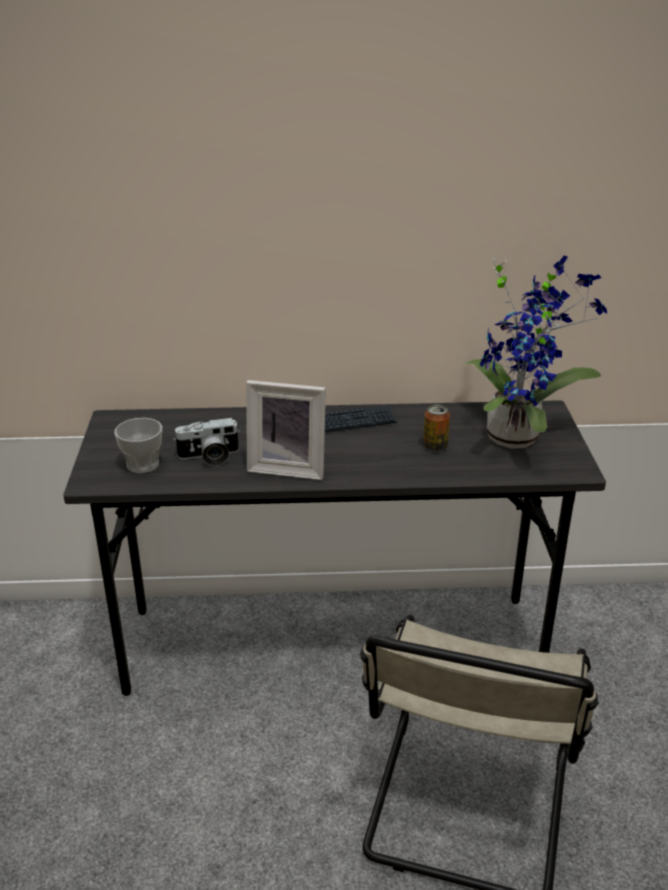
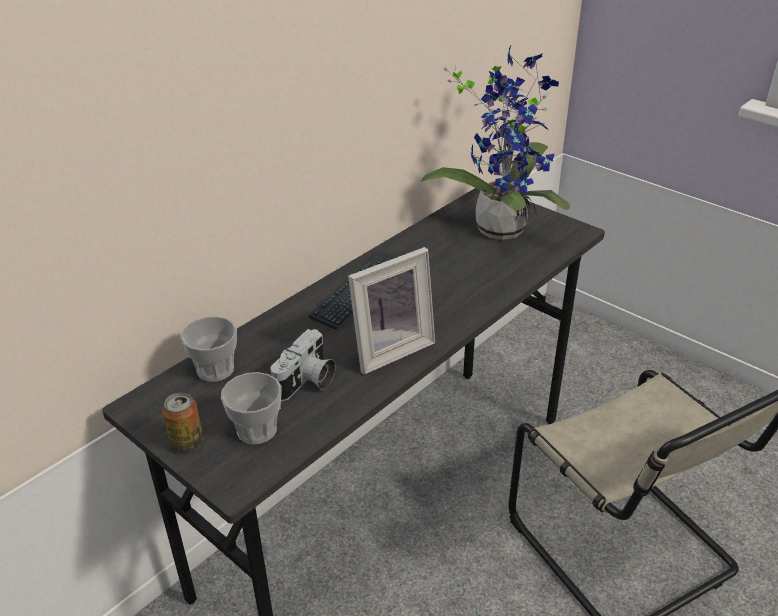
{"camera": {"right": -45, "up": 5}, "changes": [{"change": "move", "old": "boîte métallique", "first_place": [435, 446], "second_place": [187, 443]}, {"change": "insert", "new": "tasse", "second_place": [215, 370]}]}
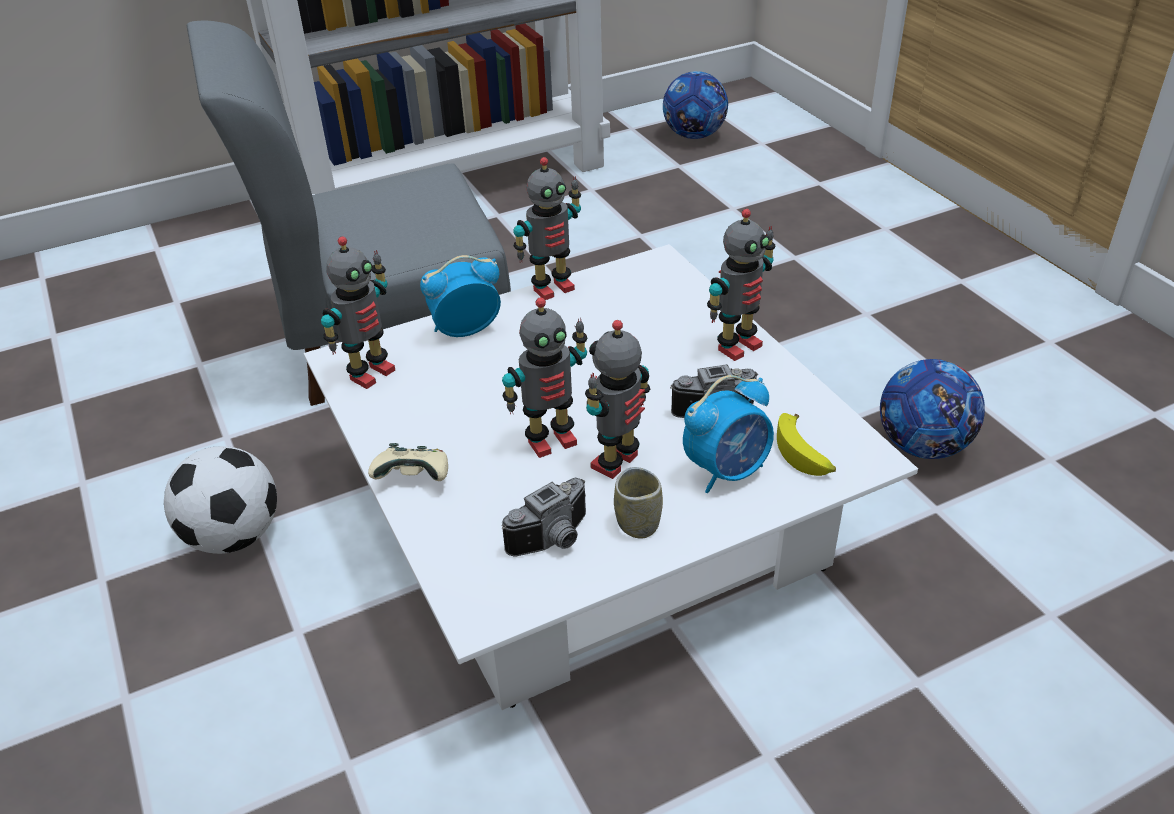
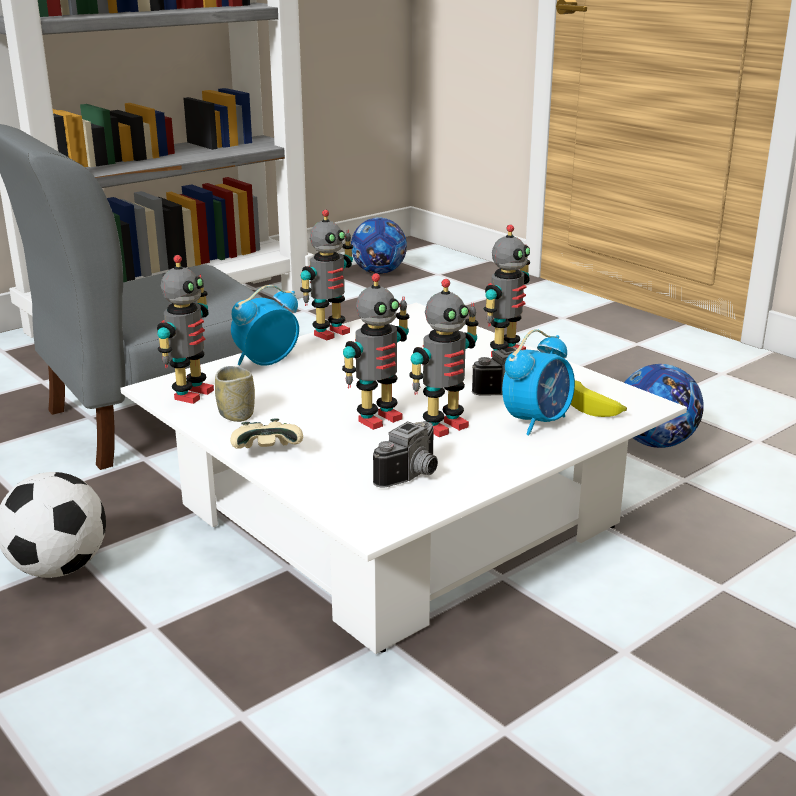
{"camera": {"right": -15, "up": -15}, "changes": [{"change": "move", "old": "tasse", "first_place": [638, 524], "second_place": [236, 415]}, {"change": "rotate", "old": "robot jouet", "first_place": [618, 463], "second_place": [443, 426], "degrees": -150}]}
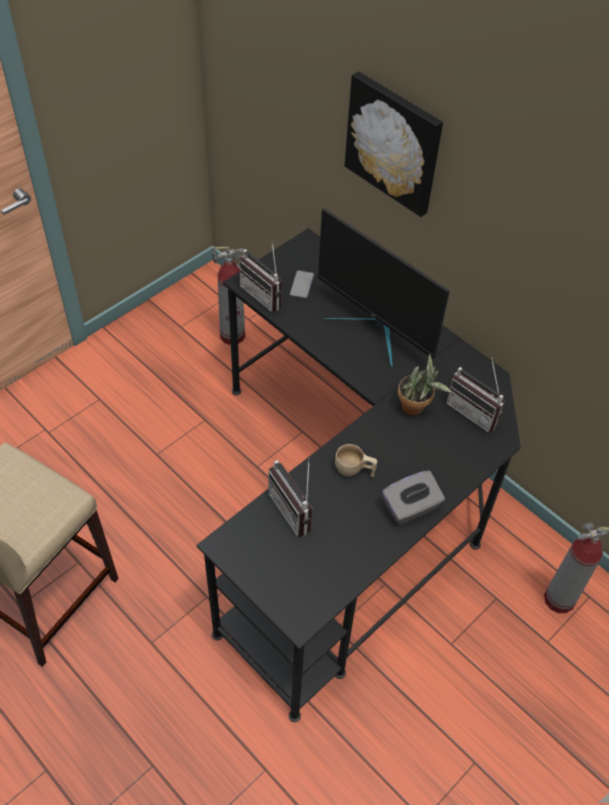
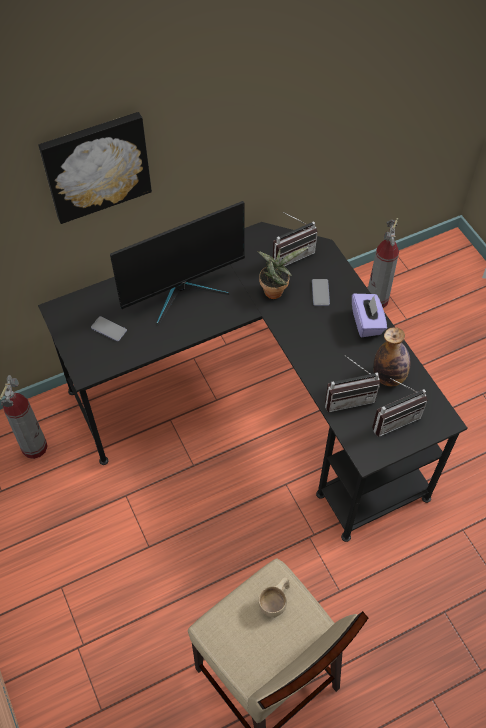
{"camera": {"right": -70, "up": 5}, "changes": [{"change": "move", "old": "tasse (beige)", "first_place": [354, 470], "second_place": [276, 601]}, {"change": "insert", "new": "téléphone", "second_place": [320, 293]}, {"change": "recolor", "old": "boîte à mouchoirs (gris)", "new": "boîte à mouchoirs (violet)", "first_place": [411, 508], "second_place": [367, 322]}, {"change": "move", "old": "radio", "first_place": [265, 294], "second_place": [393, 418]}, {"change": "insert", "new": "bouteille", "second_place": [389, 377]}]}
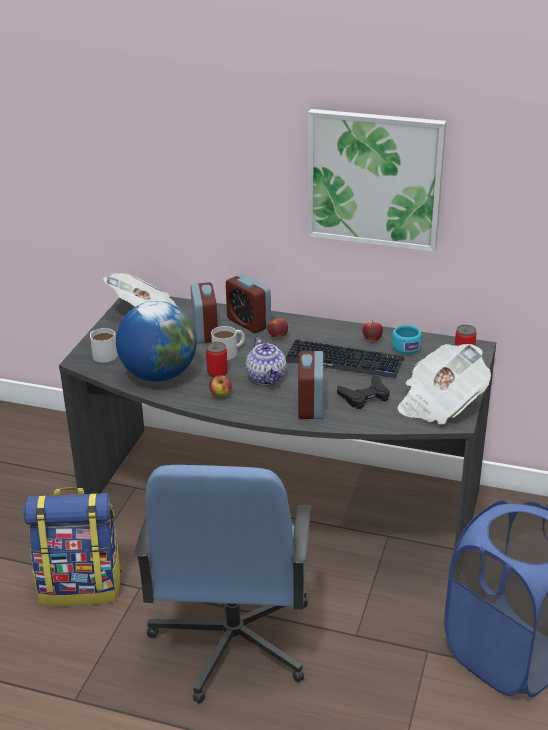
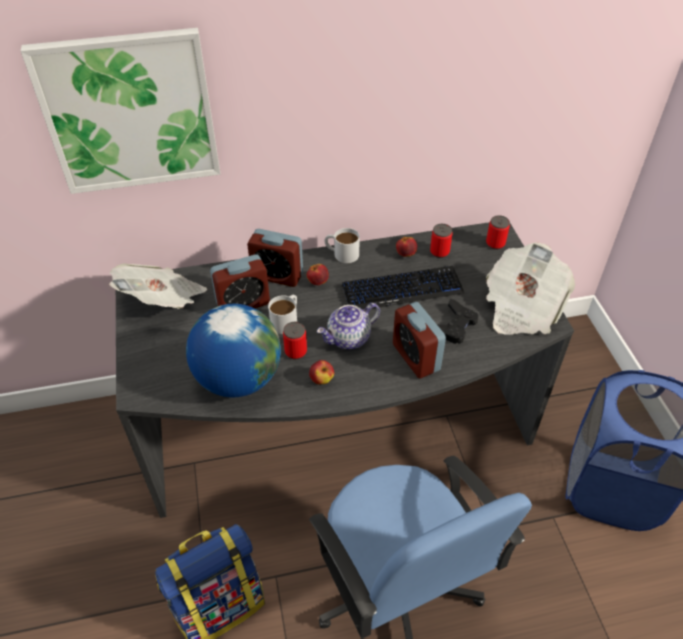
{"camera": {"right": -30, "up": 15}, "changes": [{"change": "move", "old": "tableau", "first_place": [374, 179], "second_place": [130, 112]}, {"change": "rotate", "old": "réveil", "first_place": [205, 332], "second_place": [243, 303], "degrees": 105}, {"change": "rotate", "old": "théière", "first_place": [267, 378], "second_place": [348, 339], "degrees": 105}, {"change": "move", "old": "mug (blanc)", "first_place": [102, 353], "second_place": [341, 253]}, {"change": "replace", "old": "tasse (turquoise)", "new": "boîte métallique", "first_place": [404, 346], "second_place": [439, 252]}]}
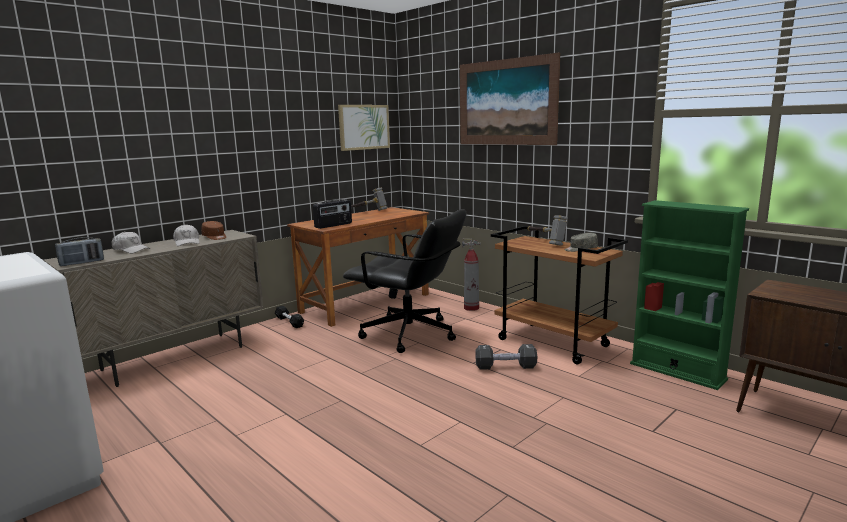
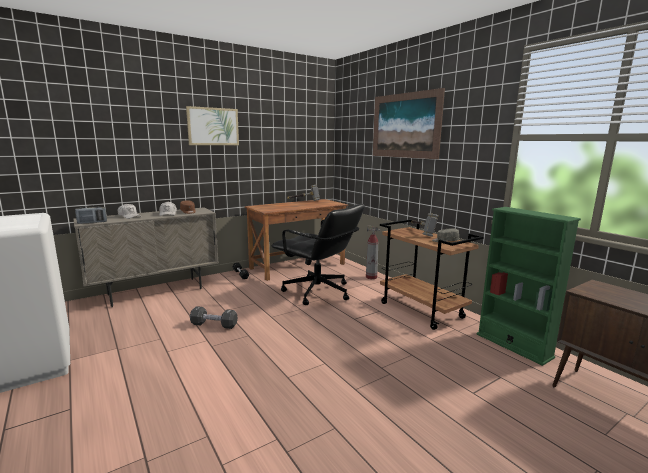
{"camera": {"right": 10, "up": 0}, "changes": [{"change": "move", "old": "tableau", "first_place": [364, 127], "second_place": [213, 126]}, {"change": "move", "old": "haltère (noir)", "first_place": [505, 367], "second_place": [214, 325]}, {"change": "delete", "old": "radio", "first_place": [333, 225]}]}
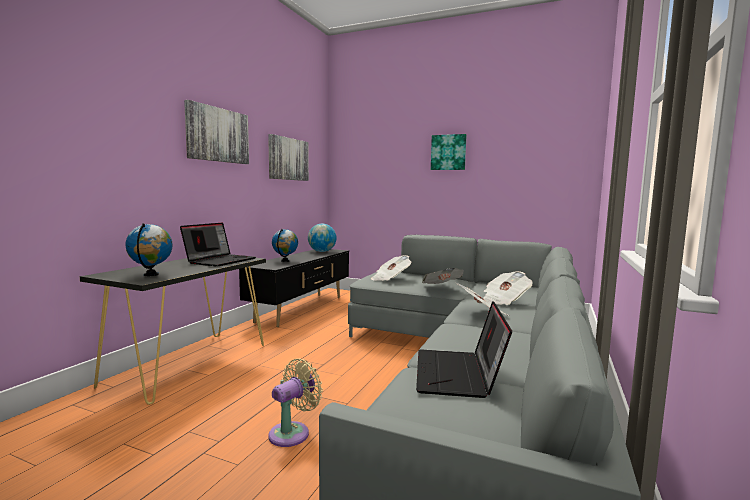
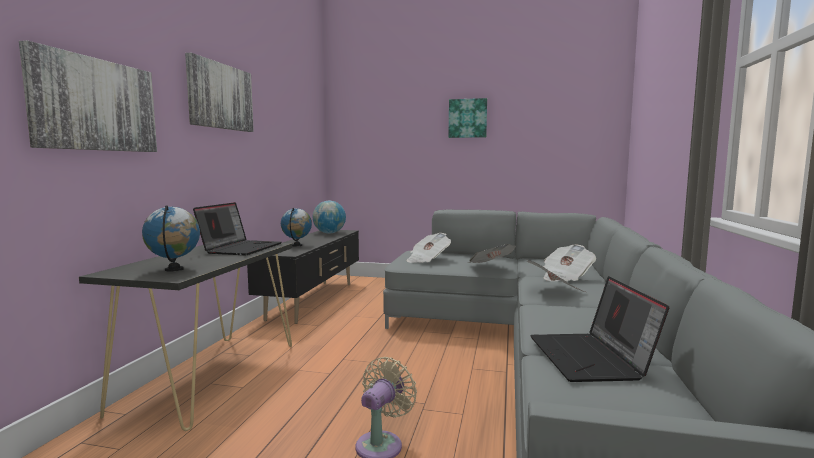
{"camera": {"right": -10, "up": 0}, "changes": [{"change": "move", "old": "tableau", "first_place": [288, 159], "second_place": [95, 105]}]}
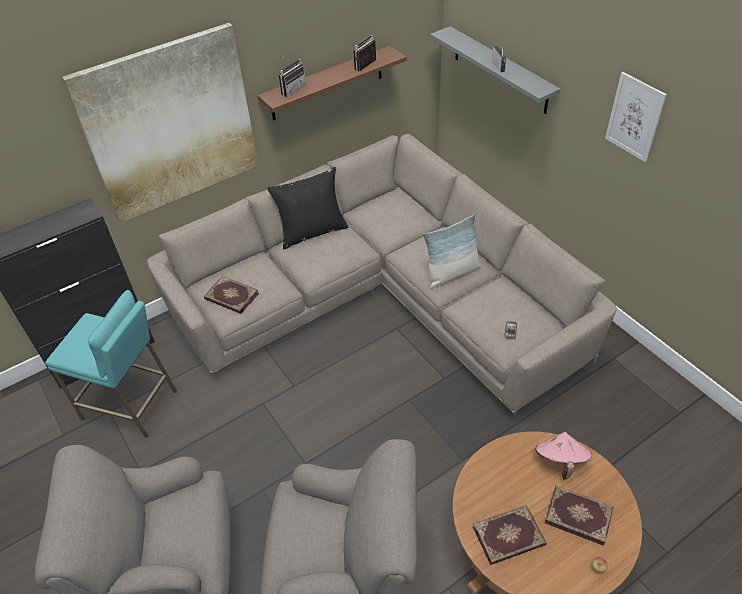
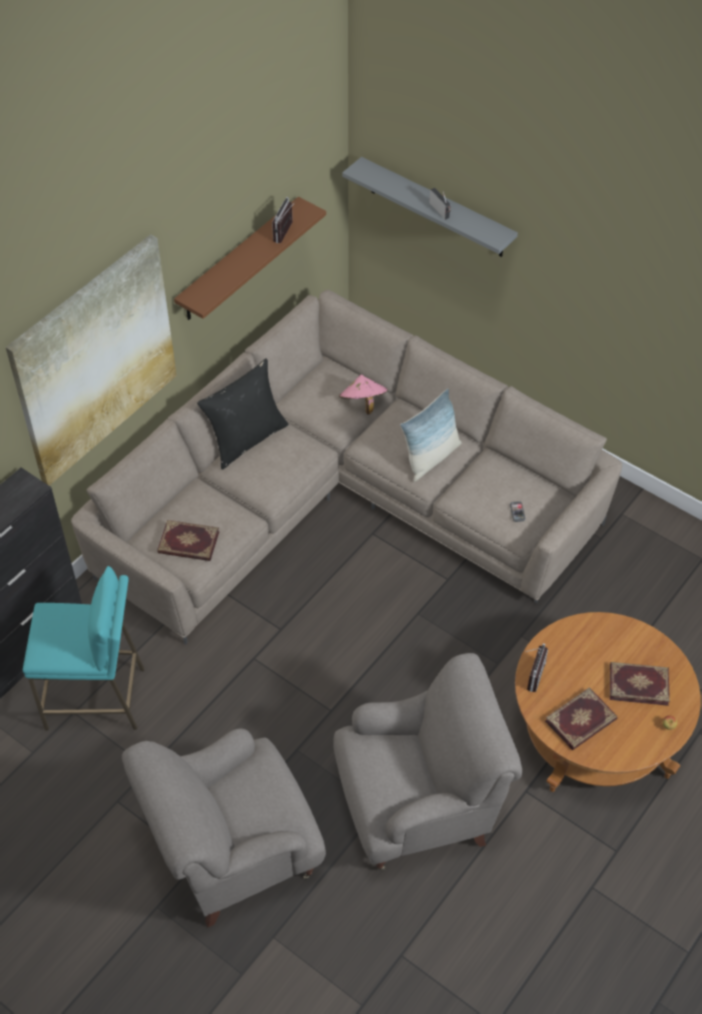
{"camera": {"right": -20, "up": 5}, "changes": [{"change": "move", "old": "chapeau (rose)", "first_place": [560, 461], "second_place": [363, 403]}, {"change": "move", "old": "radio", "first_place": [291, 89], "second_place": [531, 674]}, {"change": "delete", "old": "tableau", "first_place": [634, 117]}]}
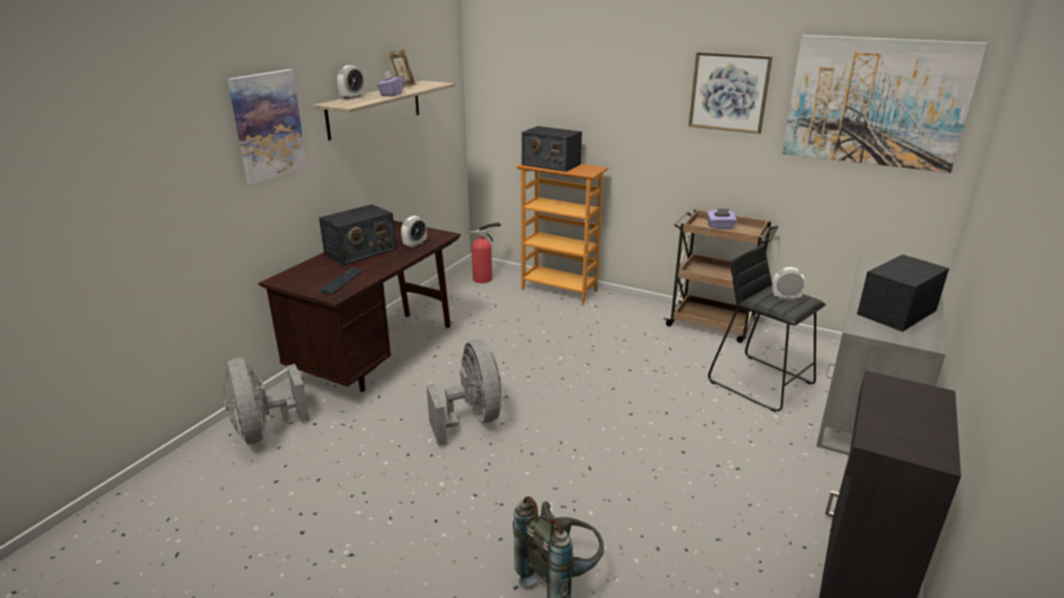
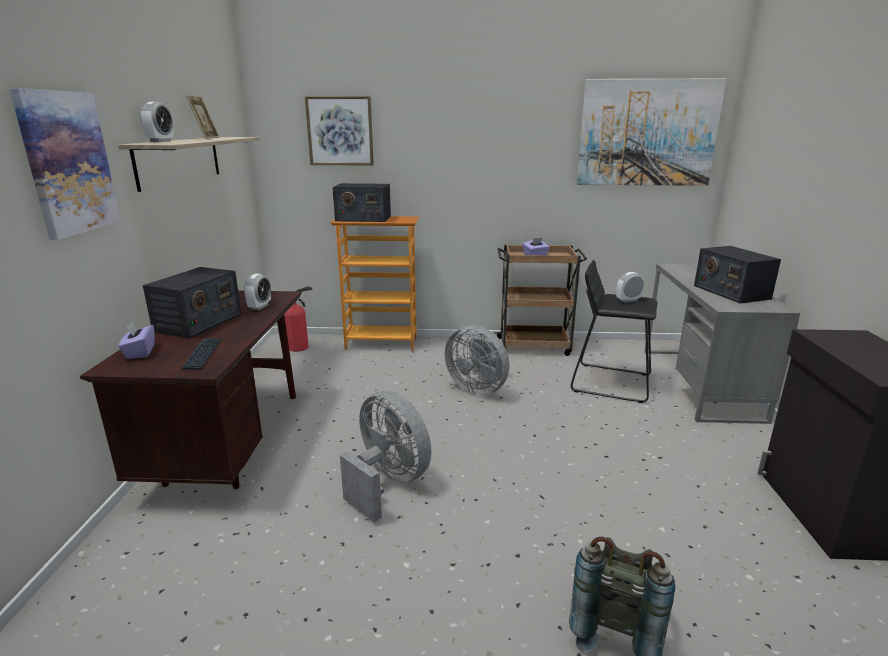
{"camera": {"right": -25, "up": -5}, "changes": [{"change": "move", "old": "boîte à mouchoirs (violet)", "first_place": [391, 94], "second_place": [140, 352]}, {"change": "move", "old": "tableau", "first_place": [729, 92], "second_place": [340, 131]}, {"change": "move", "old": "ventilateur (gris)", "first_place": [264, 431], "second_place": [478, 388]}, {"change": "rotate", "old": "radio", "first_place": [897, 312], "second_place": [730, 292], "degrees": -45}]}
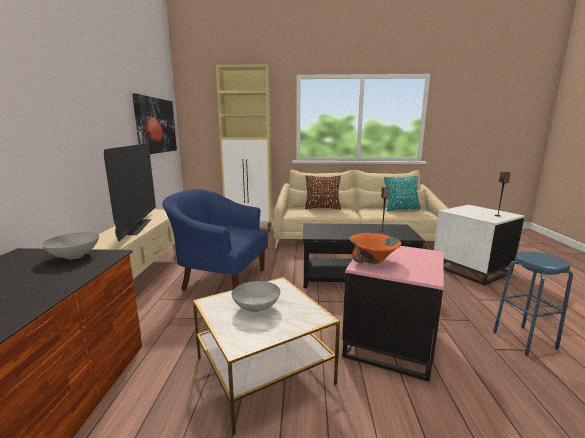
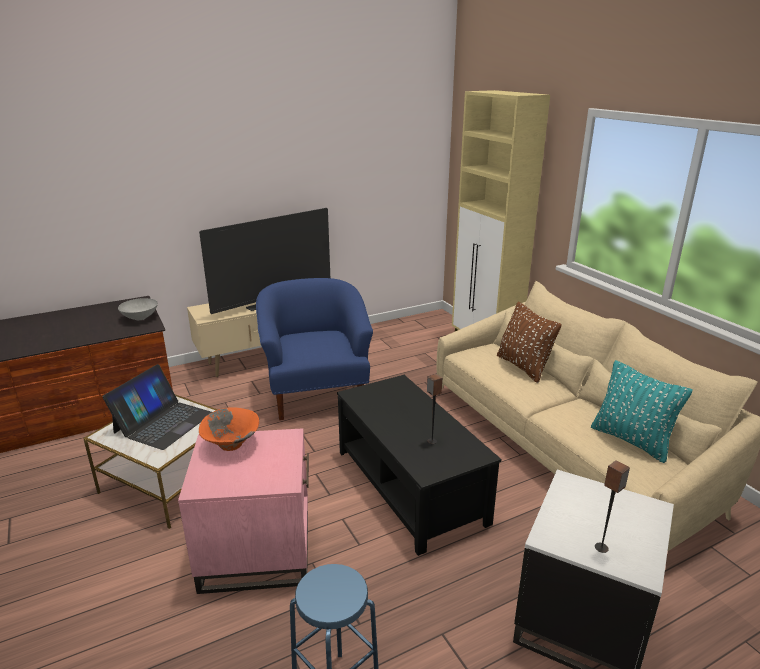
{"camera": {"right": 60, "up": 10}, "changes": [{"change": "replace", "old": "bol (gris)", "new": "ordinateur portable", "first_place": [256, 308], "second_place": [163, 422]}, {"change": "delete", "old": "tableau", "first_place": [156, 125]}]}
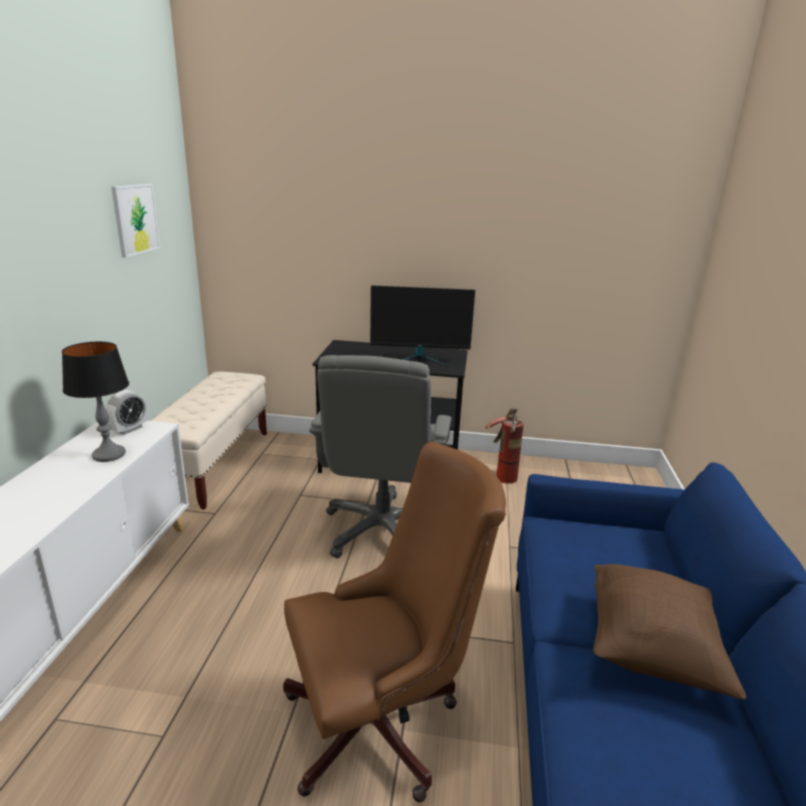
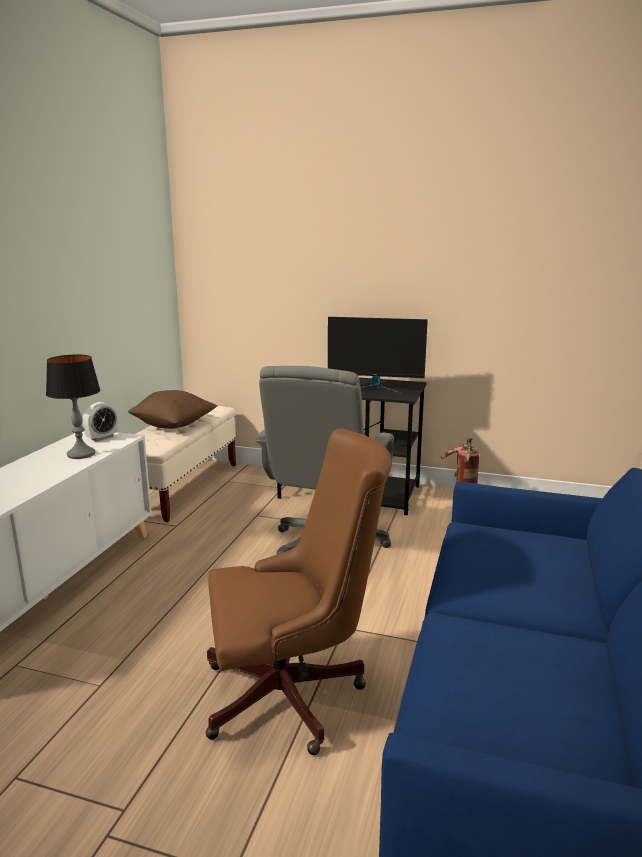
{"camera": {"right": 10, "up": -5}, "changes": [{"change": "move", "old": "coussin (marron)", "first_place": [651, 650], "second_place": [174, 426]}, {"change": "delete", "old": "tableau", "first_place": [135, 219]}]}
